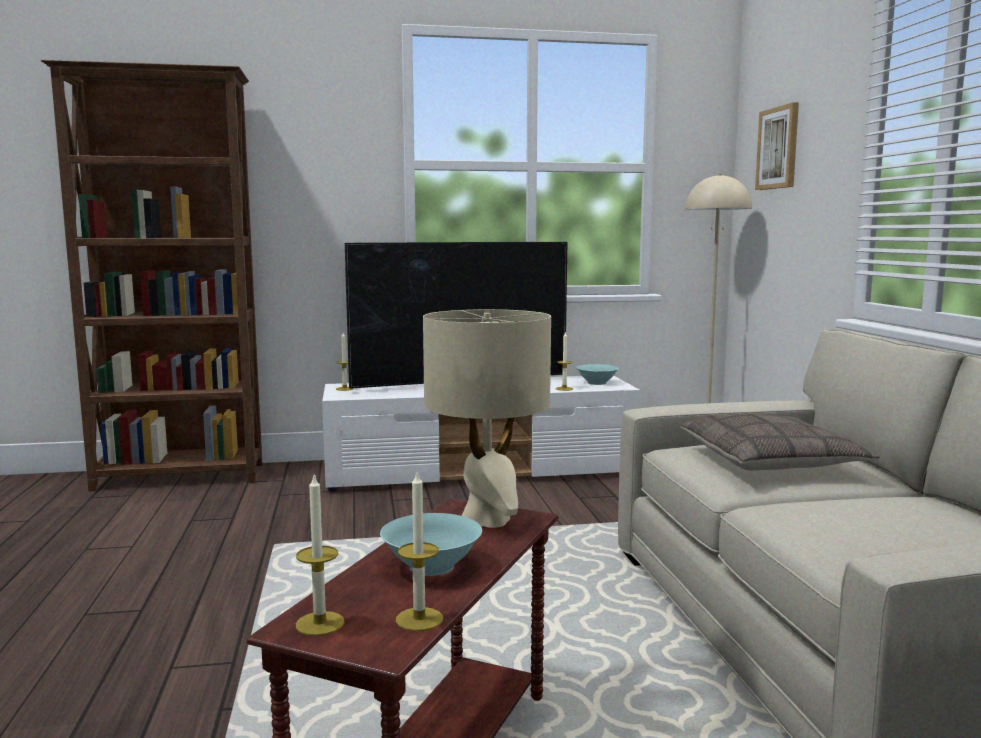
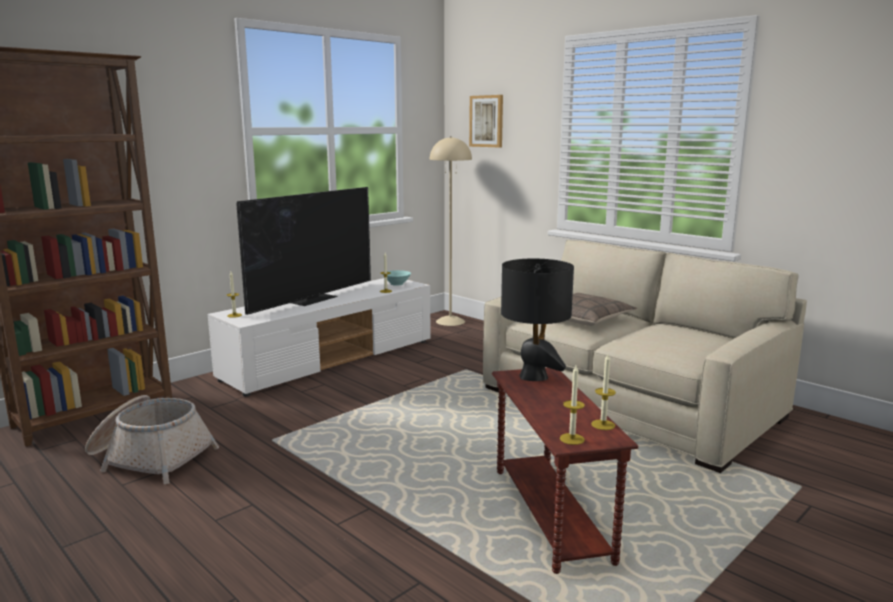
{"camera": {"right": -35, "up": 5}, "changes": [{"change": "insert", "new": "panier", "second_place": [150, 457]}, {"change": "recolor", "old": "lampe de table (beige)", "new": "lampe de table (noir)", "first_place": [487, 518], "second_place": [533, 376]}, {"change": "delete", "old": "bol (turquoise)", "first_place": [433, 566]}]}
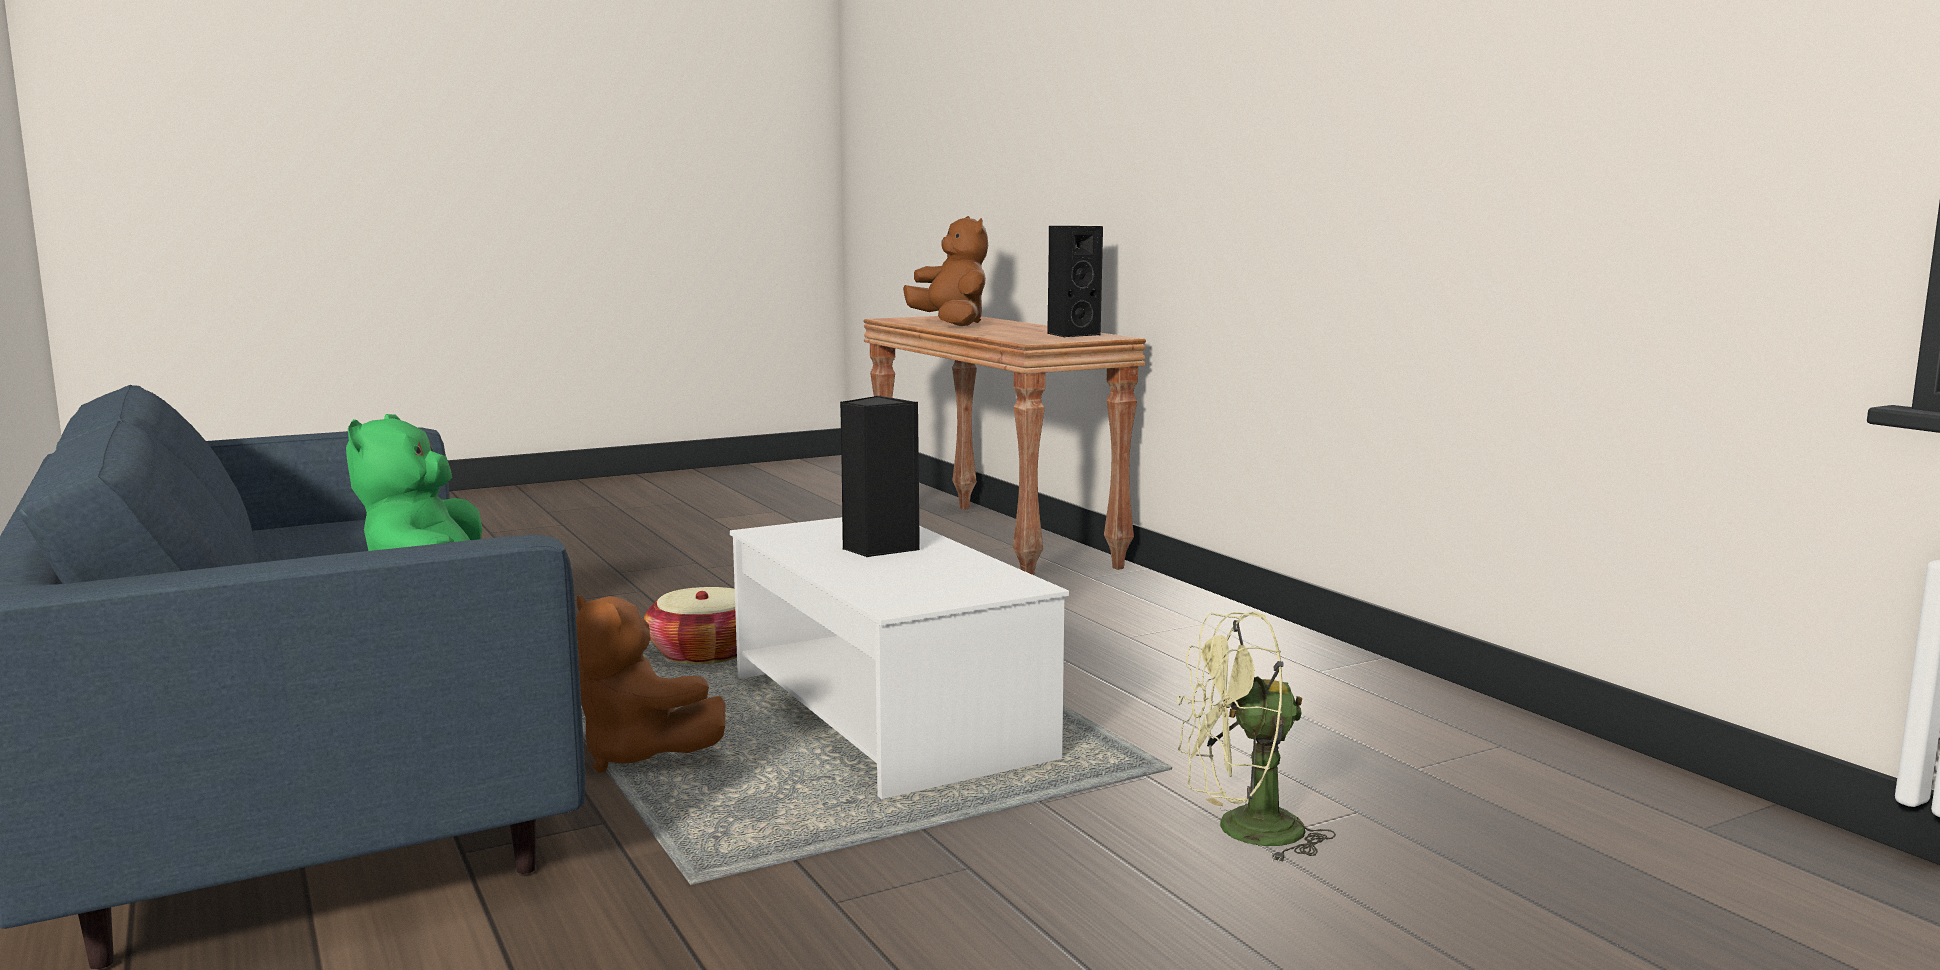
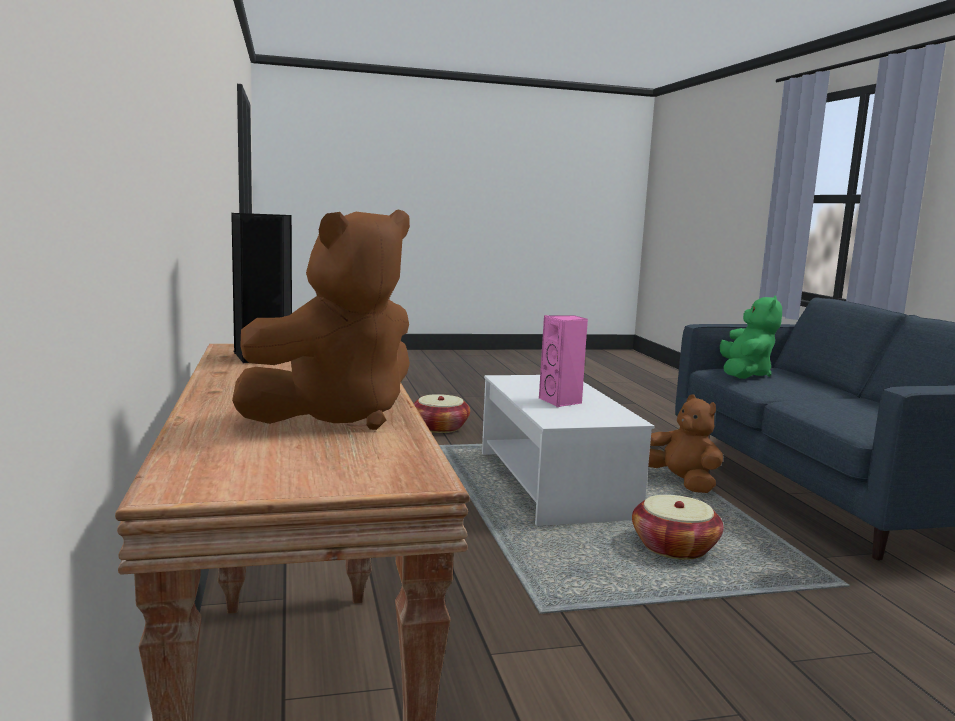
{"camera": {"right": -165, "up": 0}, "changes": [{"change": "rotate", "old": "peluche (marron)", "first_place": [951, 324], "second_place": [336, 416], "degrees": -120}, {"change": "replace", "old": "ventilateur (vert)", "new": "panier", "first_place": [1243, 832], "second_place": [440, 427]}, {"change": "recolor", "old": "enceinte (noir)", "new": "enceinte (rose)", "first_place": [878, 548], "second_place": [561, 402]}]}
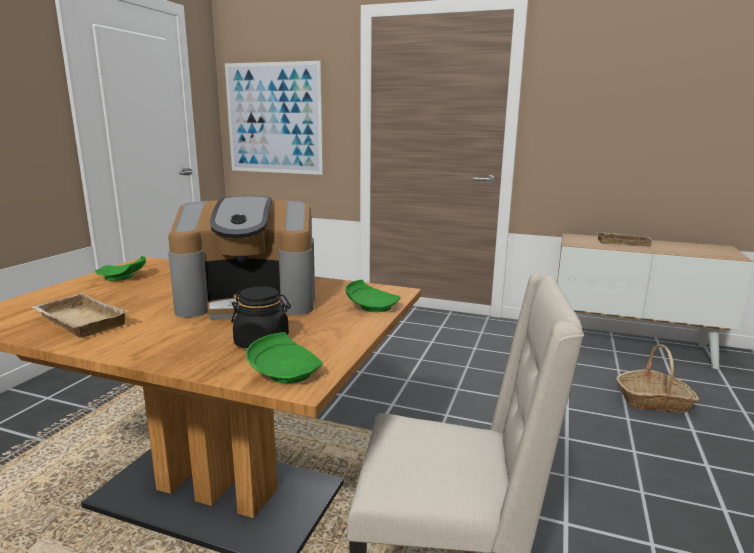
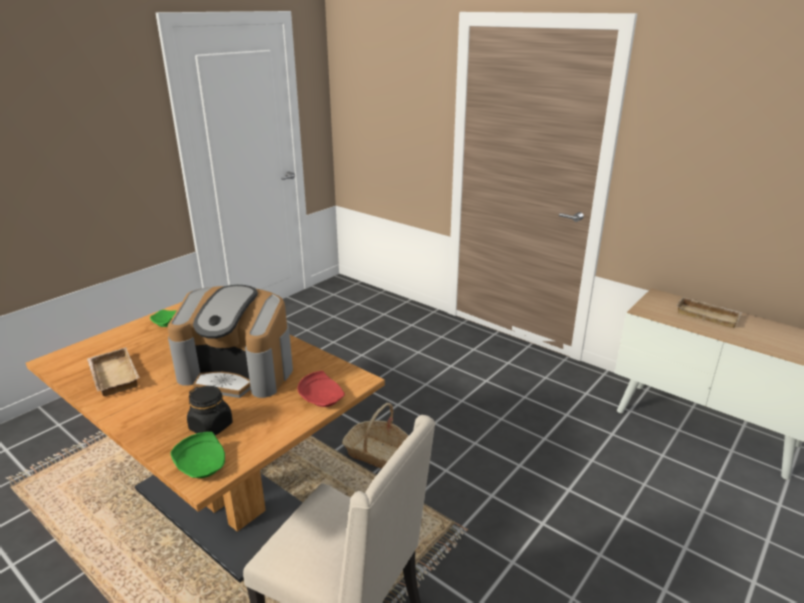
{"camera": {"right": 20, "up": 10}, "changes": [{"change": "recolor", "old": "assiette (vert)", "new": "assiette (rouge)", "first_place": [371, 306], "second_place": [322, 398]}, {"change": "move", "old": "panier", "first_place": [653, 401], "second_place": [377, 453]}, {"change": "delete", "old": "tableau", "first_place": [274, 118]}]}
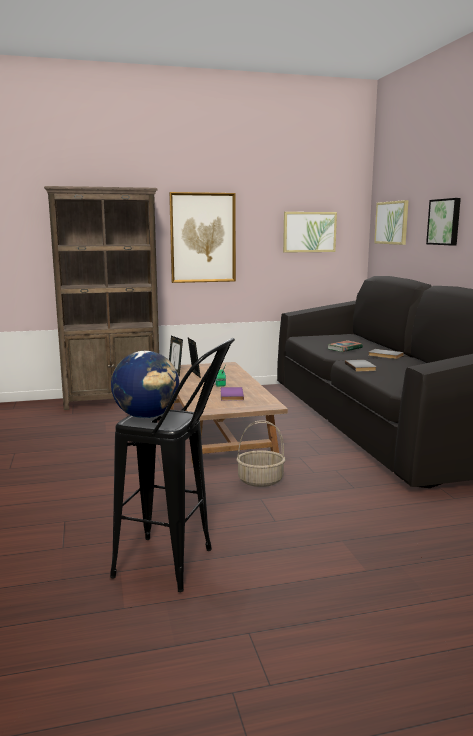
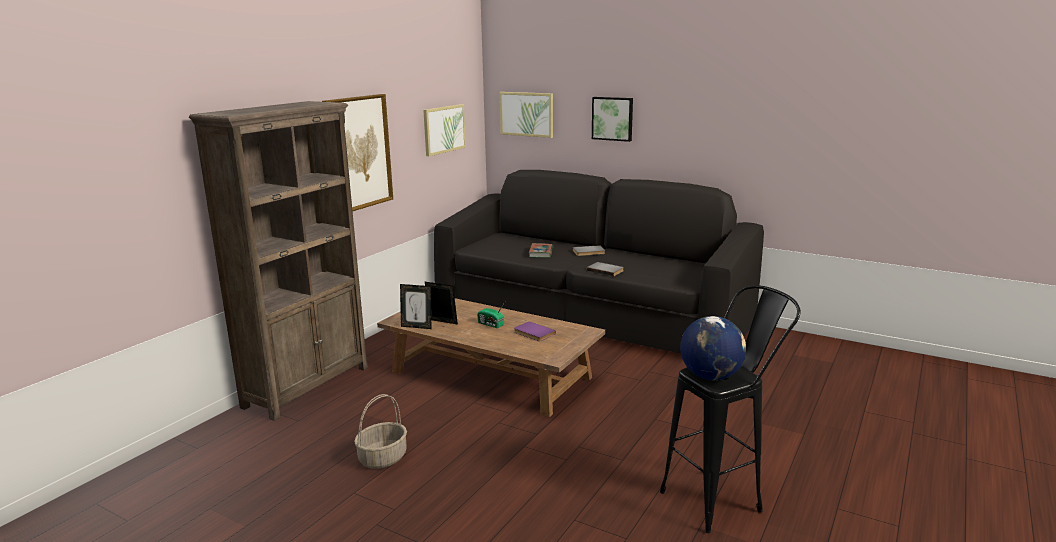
{"camera": {"right": -45, "up": 5}, "changes": [{"change": "move", "old": "panier", "first_place": [261, 480], "second_place": [383, 458]}]}
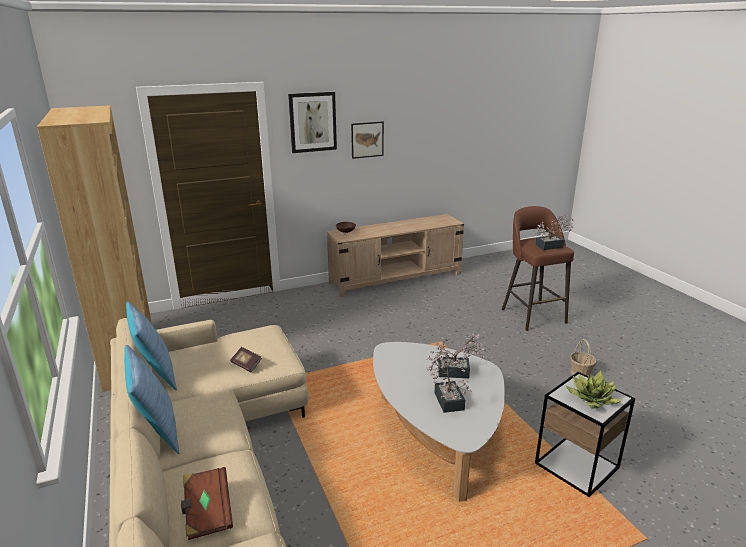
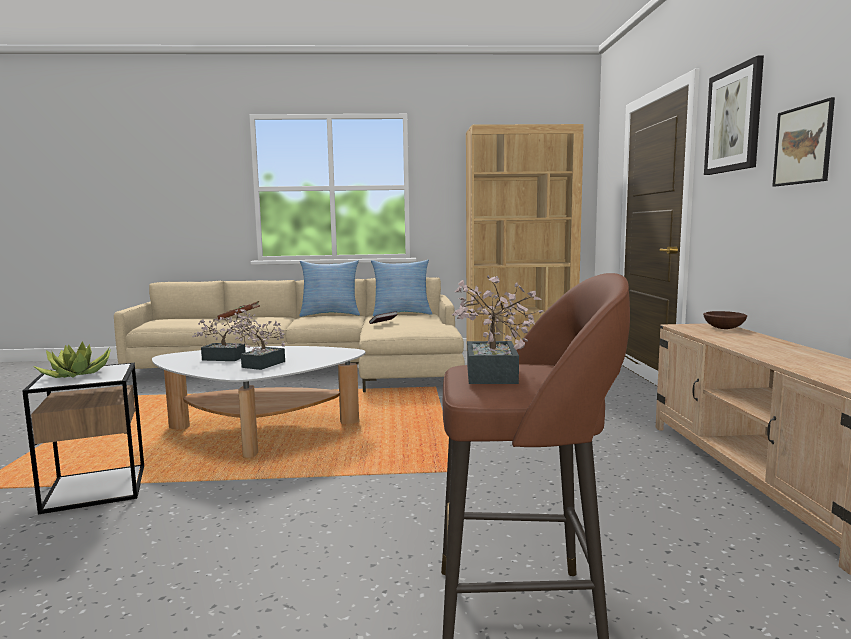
{"camera": {"right": 110, "up": -15}, "changes": [{"change": "delete", "old": "panier", "first_place": [580, 372]}]}
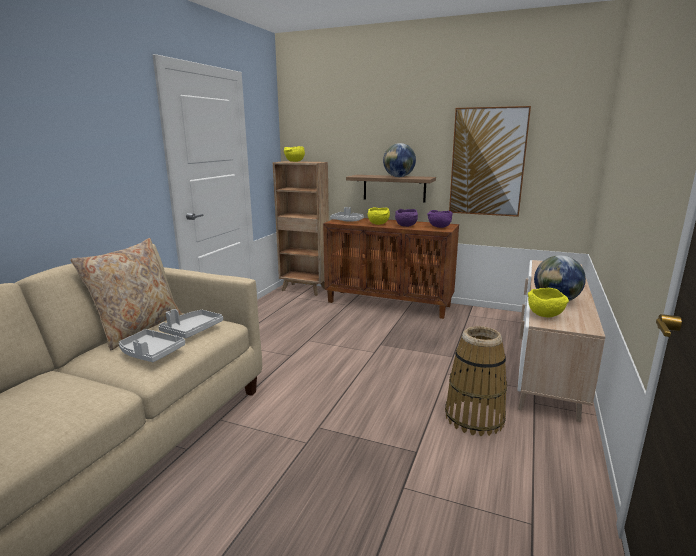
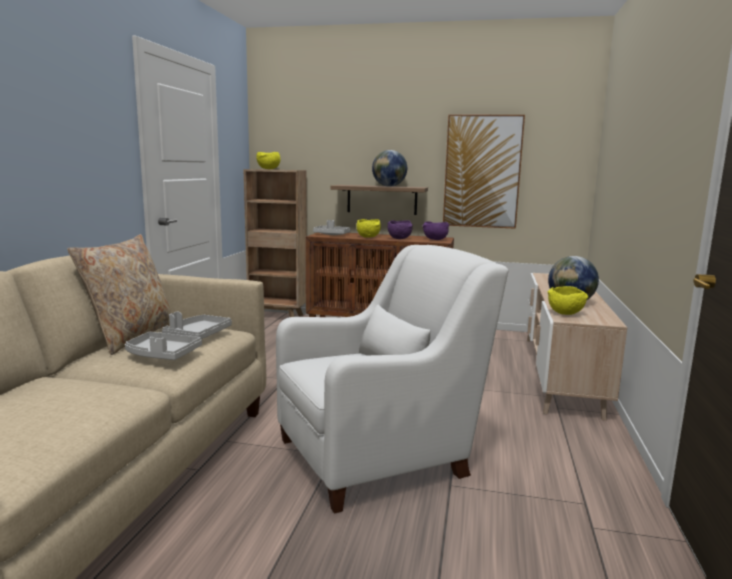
{"camera": {"right": -10, "up": -5}, "changes": [{"change": "insert", "new": "fauteuil (blanc)", "second_place": [380, 454]}, {"change": "delete", "old": "panier", "first_place": [474, 418]}]}
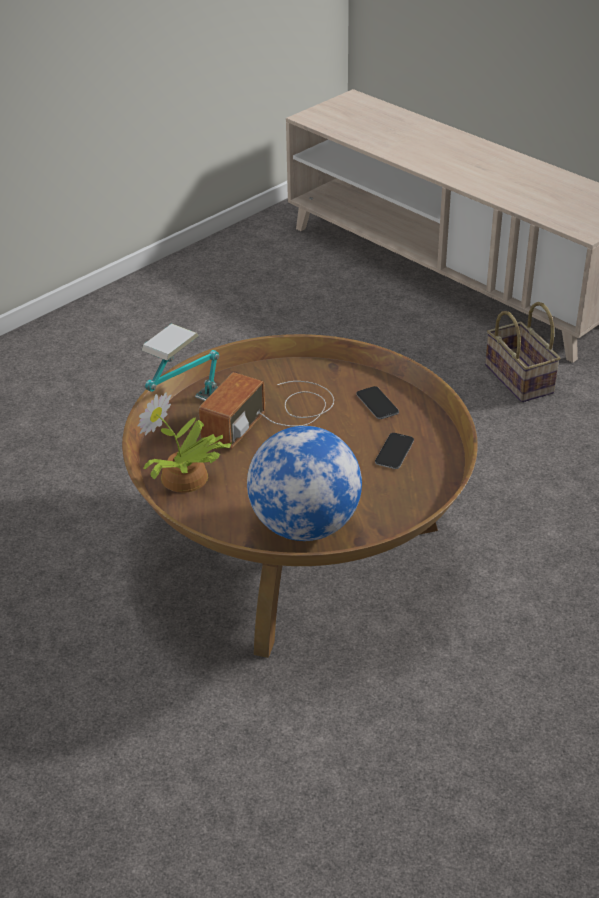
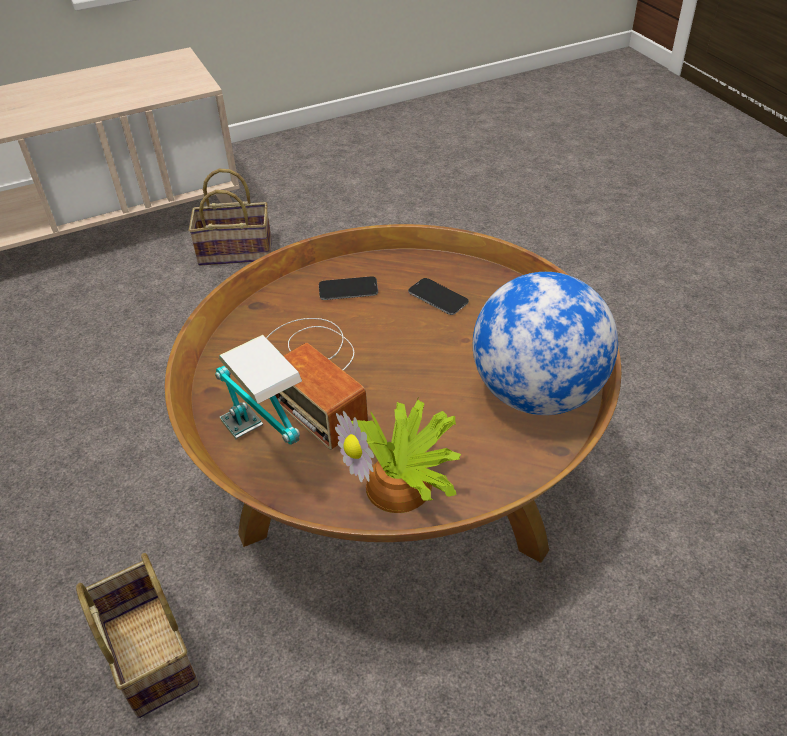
{"camera": {"right": -70, "up": 5}, "changes": [{"change": "insert", "new": "panier", "second_place": [154, 655]}]}
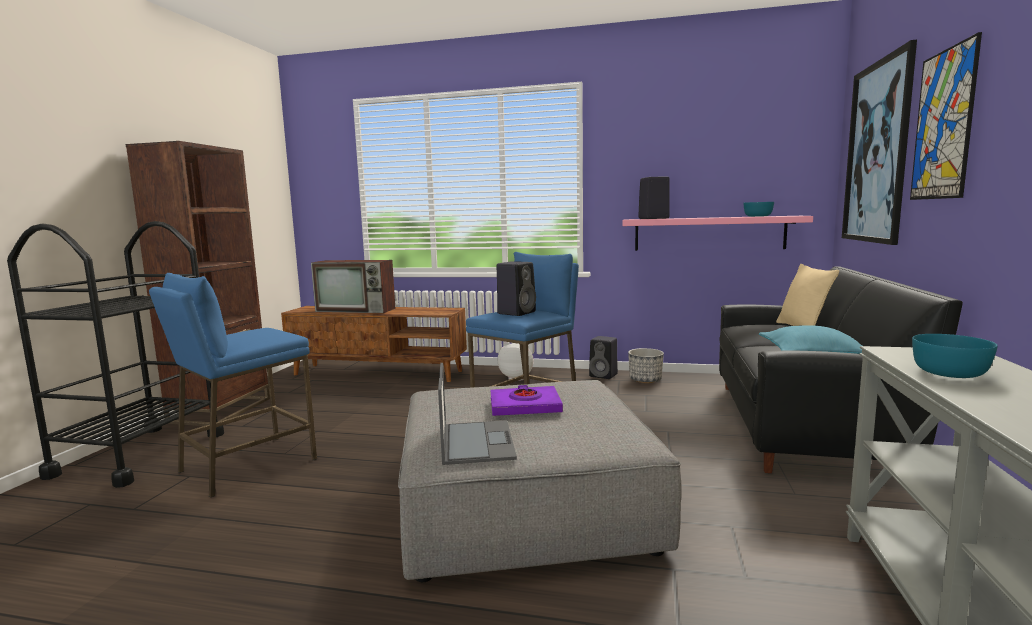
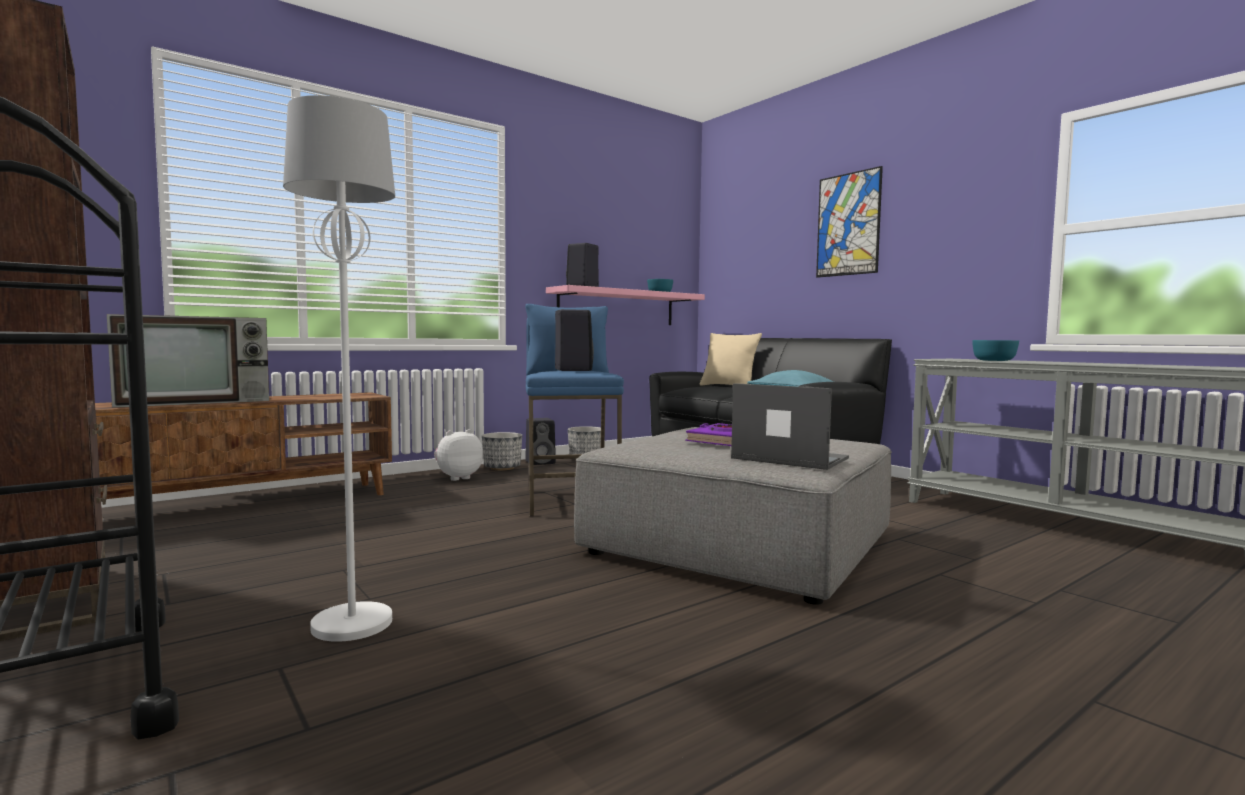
{"camera": {"right": -50, "up": -5}, "changes": [{"change": "replace", "old": "tabouret (bleu)", "new": "lampadaire (blanc)", "first_place": [247, 465], "second_place": [351, 624]}, {"change": "insert", "new": "cache-pot", "second_place": [502, 468]}, {"change": "delete", "old": "tableau", "first_place": [876, 152]}]}
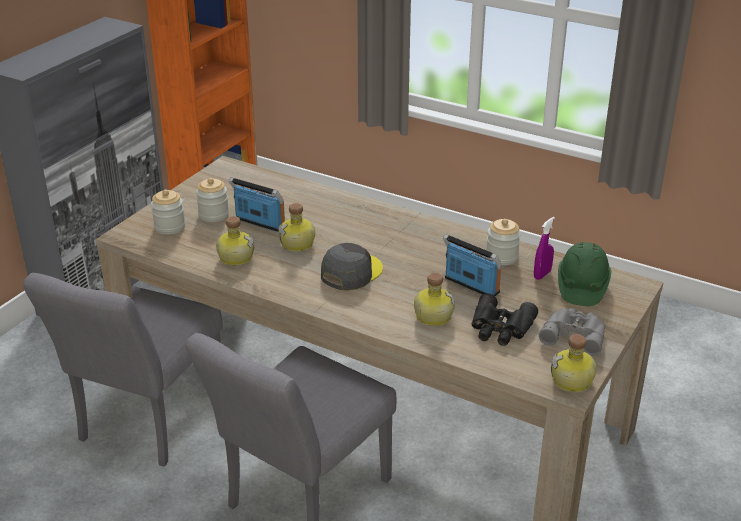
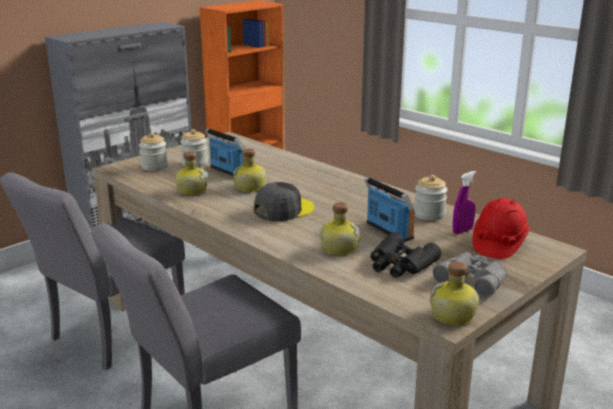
{"camera": {"right": 15, "up": -10}, "changes": [{"change": "recolor", "old": "casque de chantier (vert)", "new": "casque de chantier (rouge)", "first_place": [581, 287], "second_place": [498, 244]}]}
